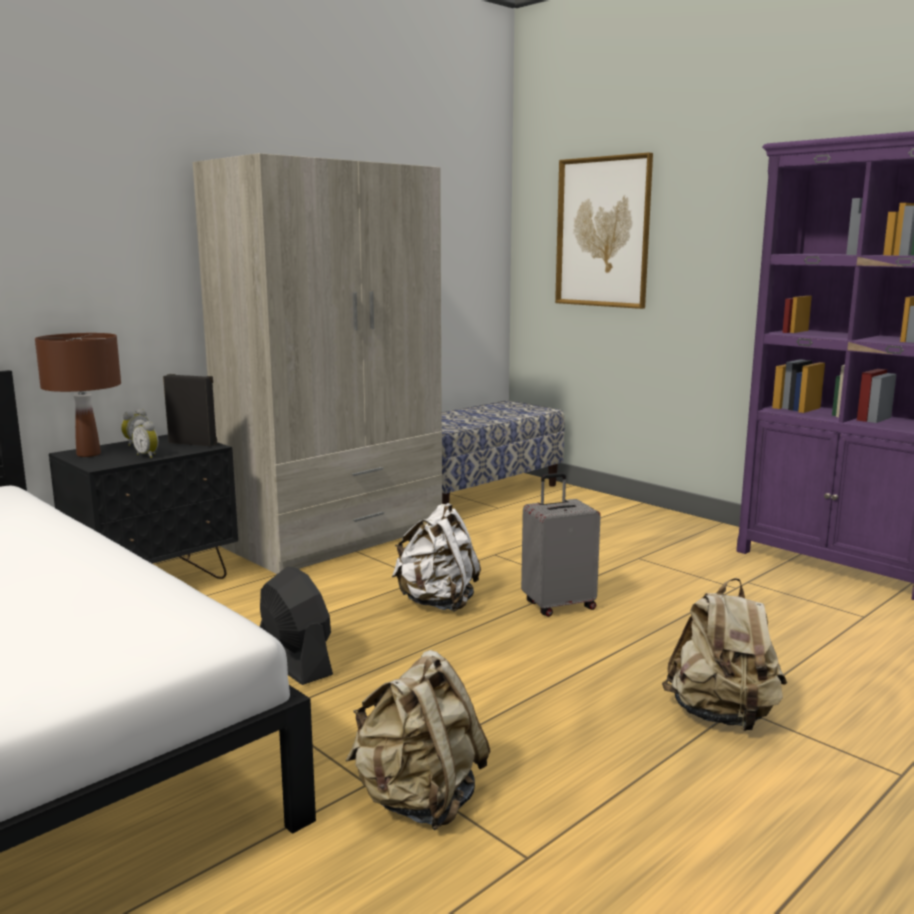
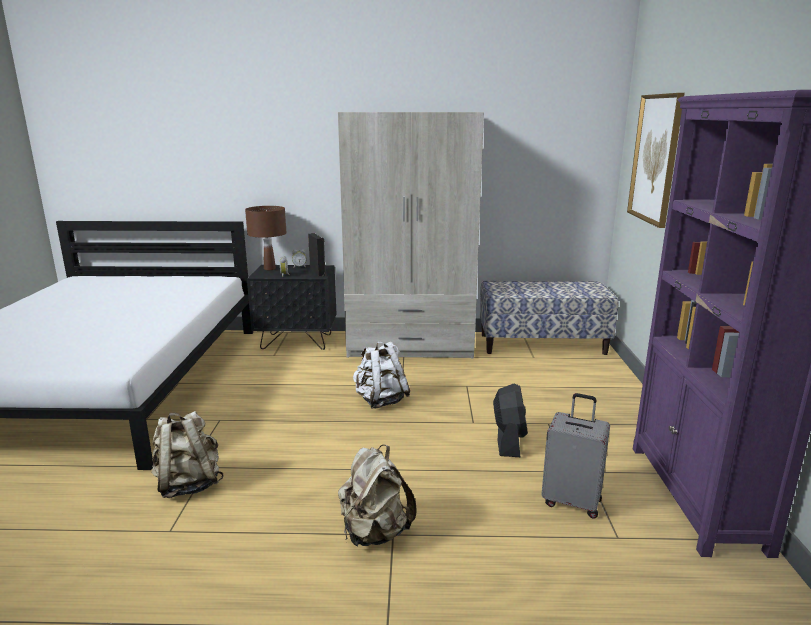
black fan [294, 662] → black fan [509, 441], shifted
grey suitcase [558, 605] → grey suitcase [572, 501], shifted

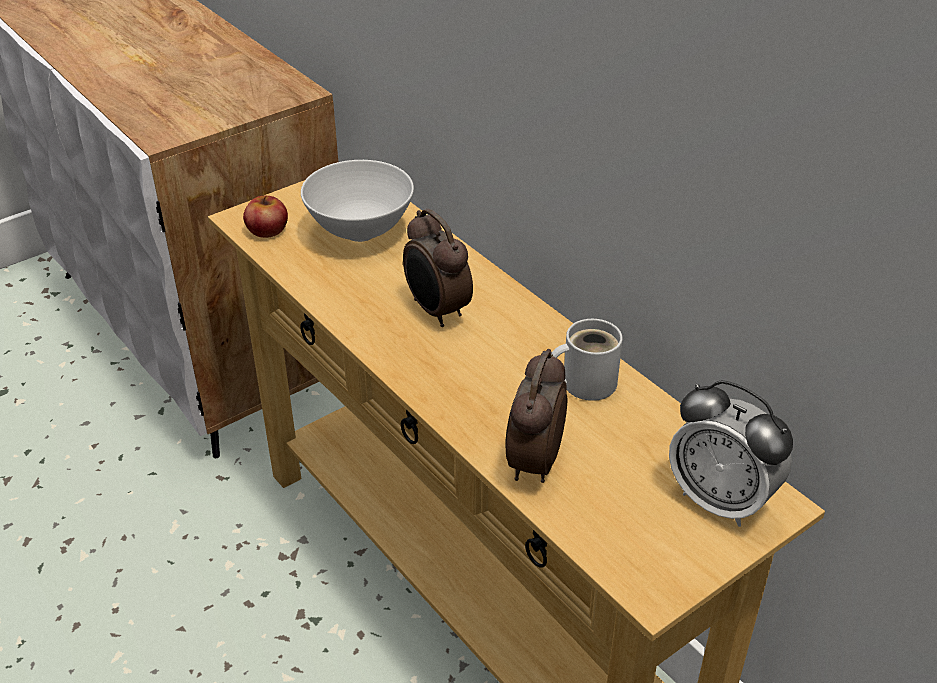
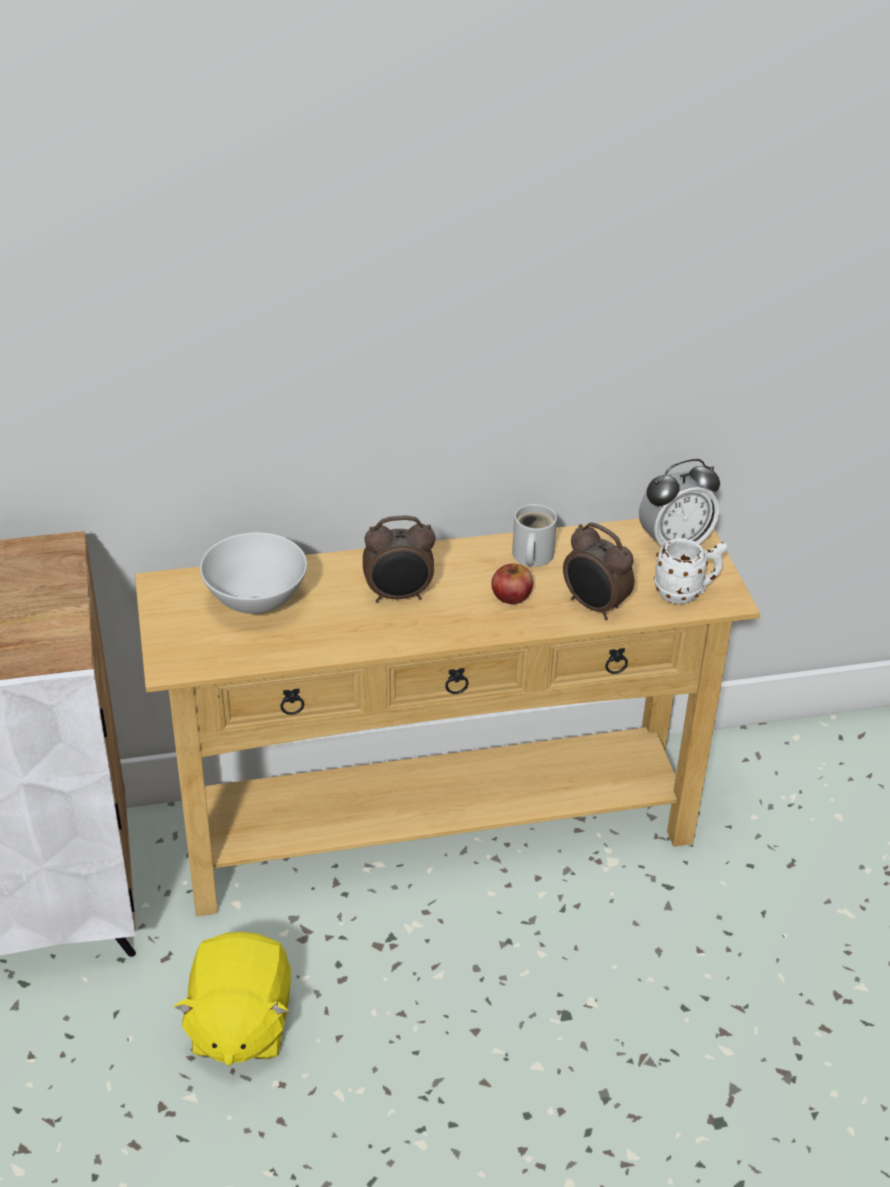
- → yellow plush toy [239, 1025]
- → white mug [686, 592]
apple [267, 229] → apple [511, 595], shifted

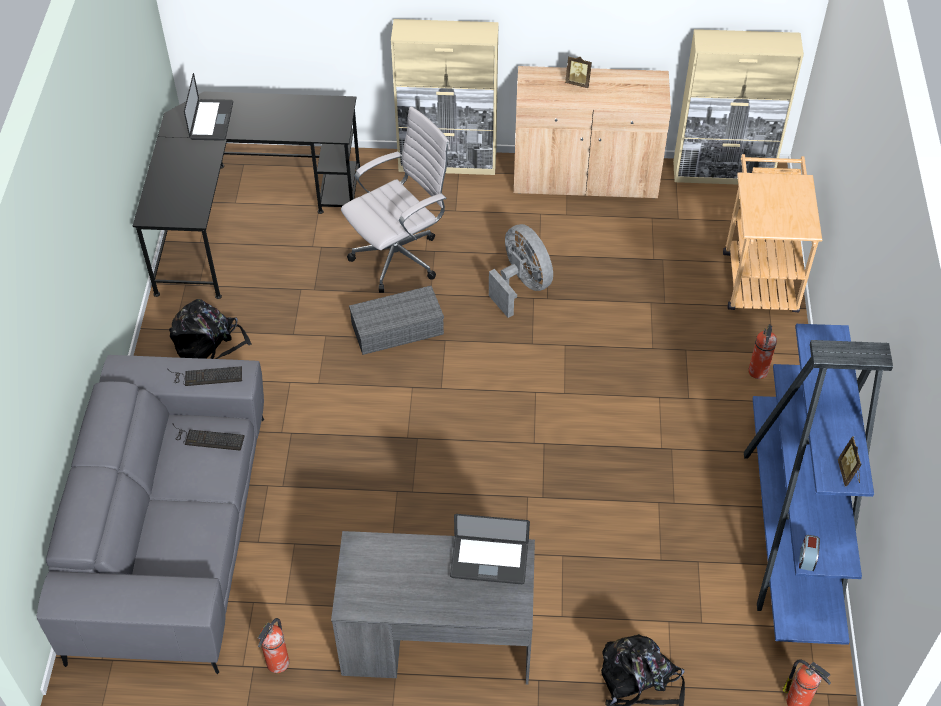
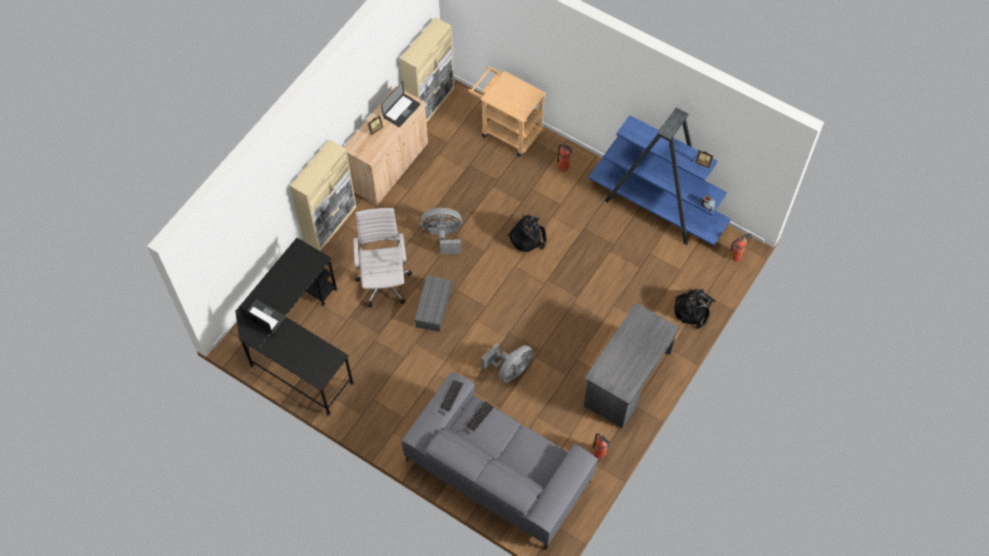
- → grey fan [510, 370]
black backpack [209, 345] → black backpack [527, 236], shifted
laptop [489, 561] → laptop [401, 111], shifted

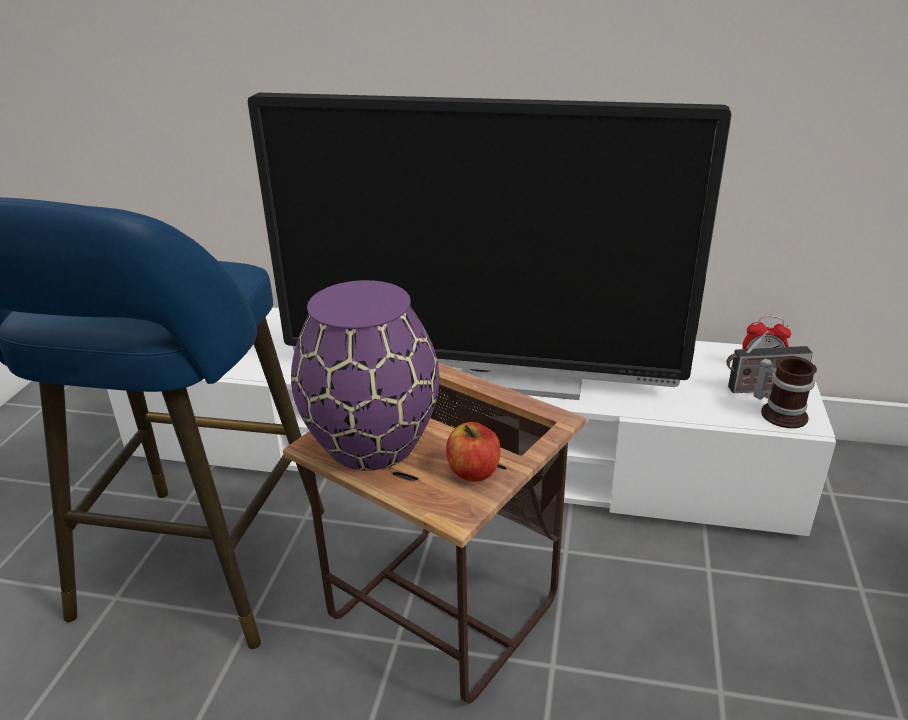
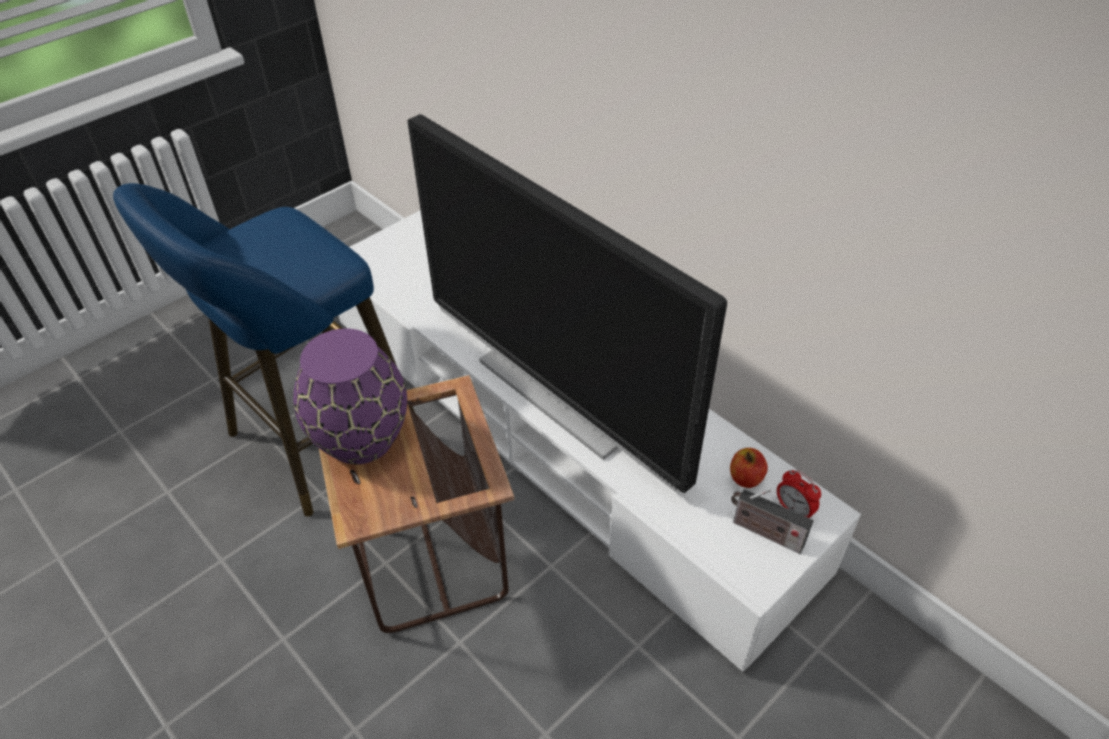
mug [780, 412] → -
apple [473, 471] → apple [746, 478], shifted

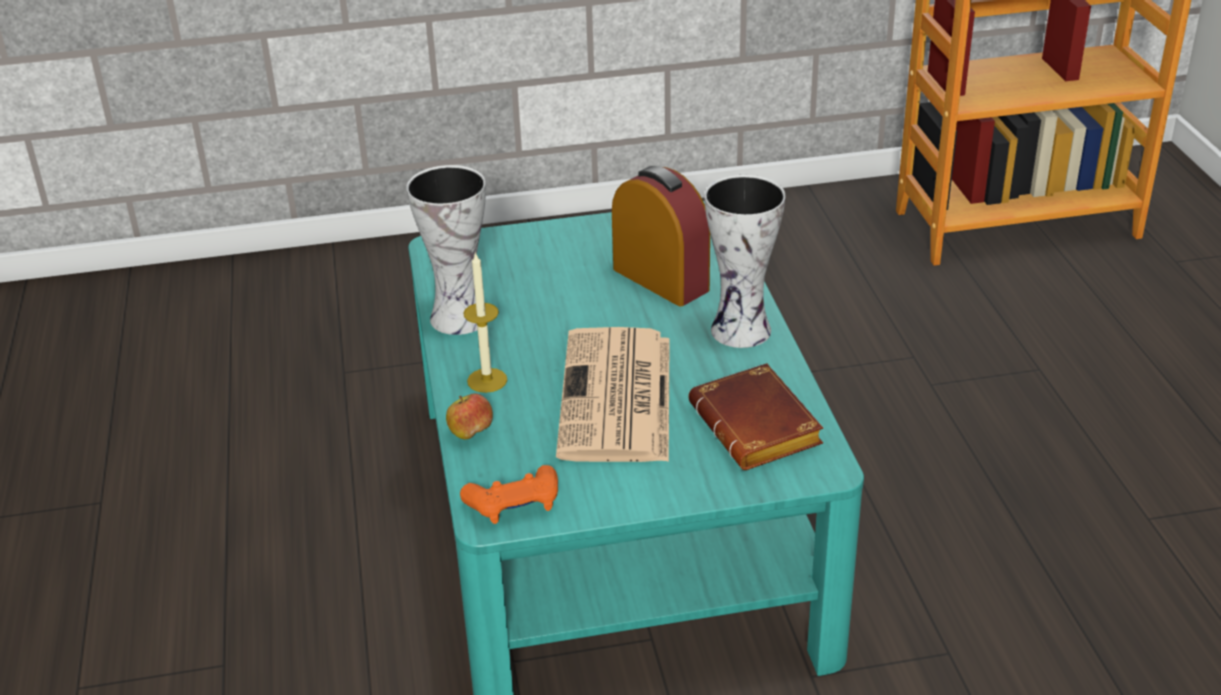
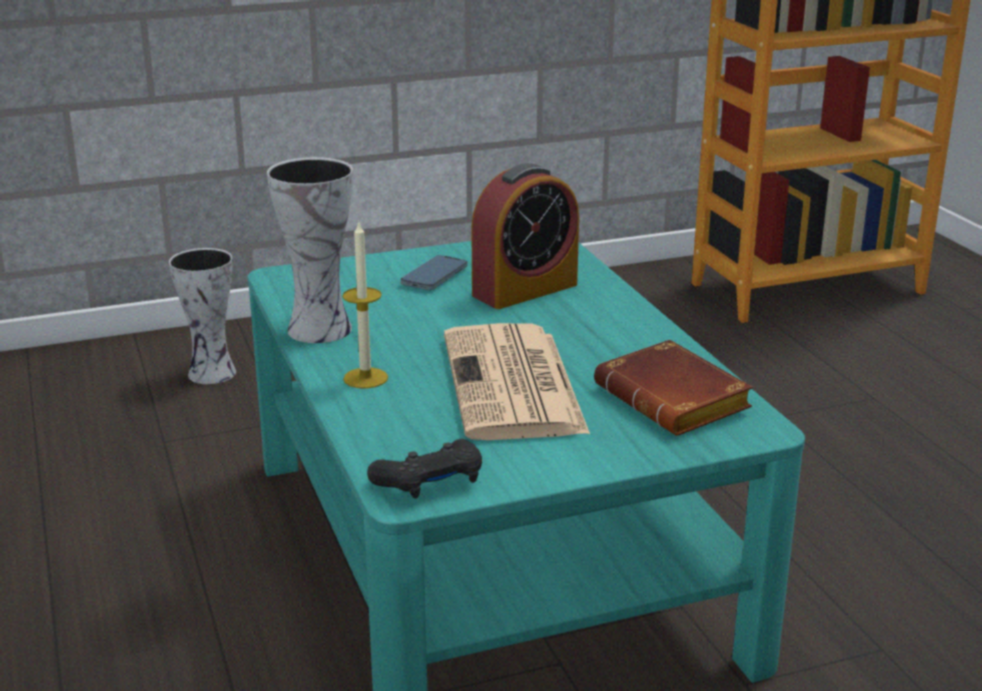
apple [471, 433] → -
- → phone [434, 277]
vase [742, 331] → vase [213, 374], shifted
orange game controller [514, 505] → black game controller [430, 483]
alarm clock [660, 279] → alarm clock [525, 290], 105 degrees clockwise

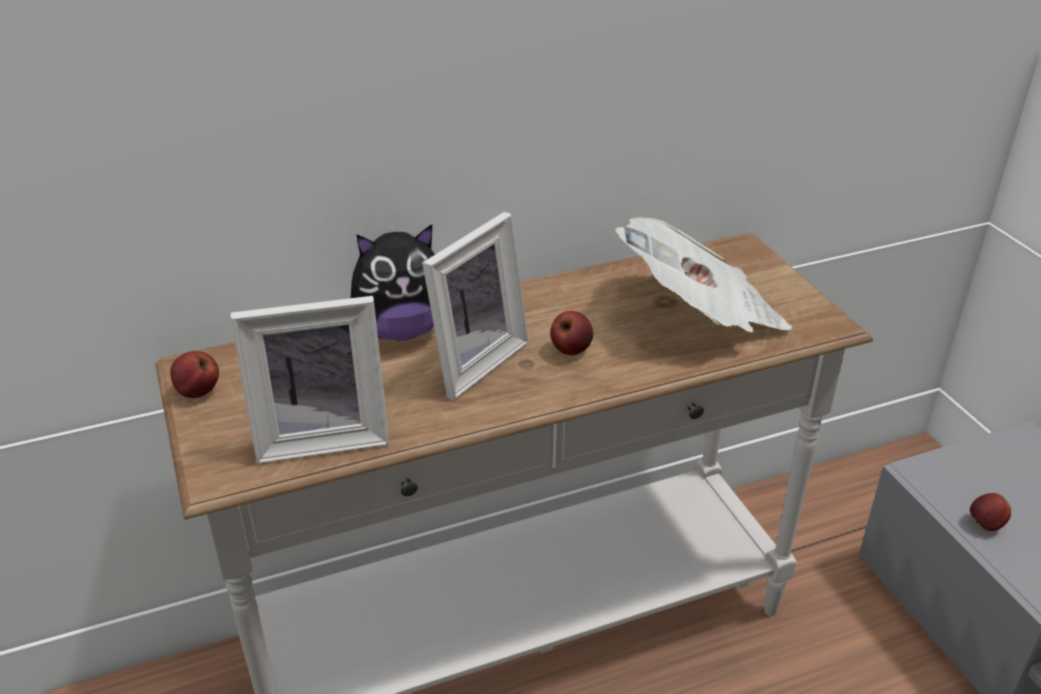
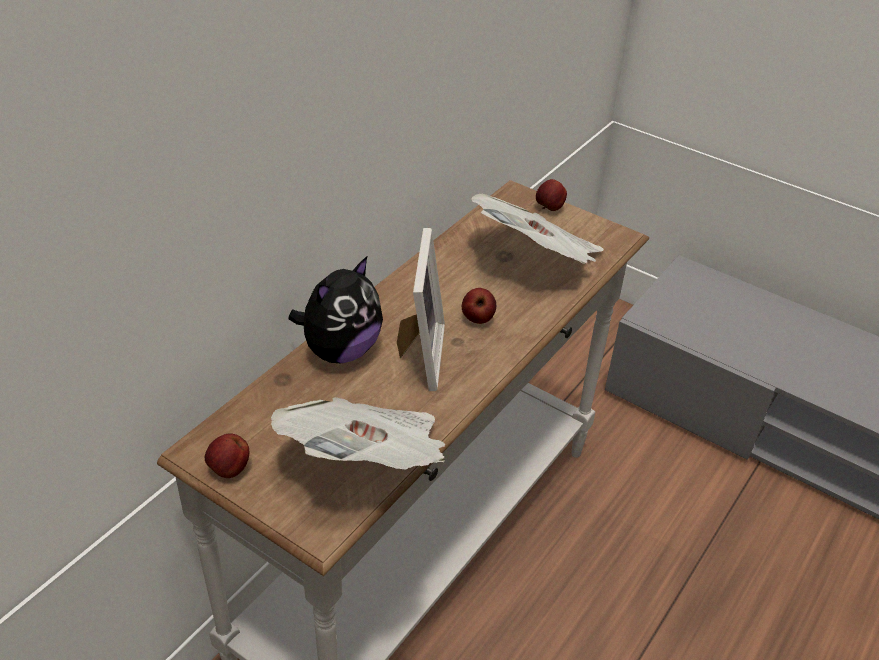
apple [985, 525] → apple [549, 208], shifted
picture frame [322, 436] → newspaper [368, 461]

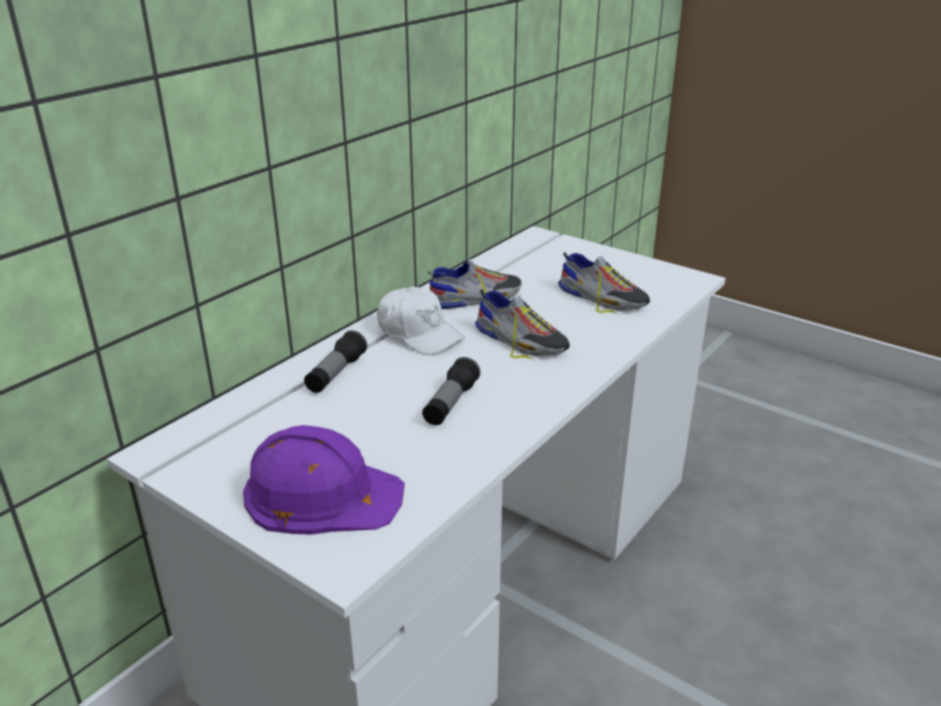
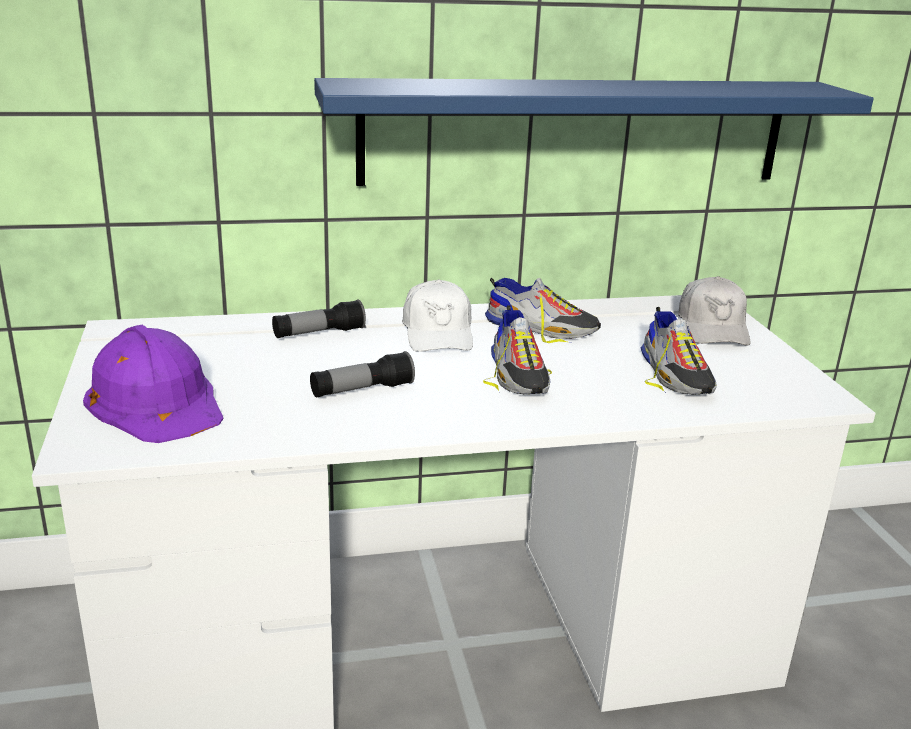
- → blue shelf [576, 131]
- → white cap [713, 328]

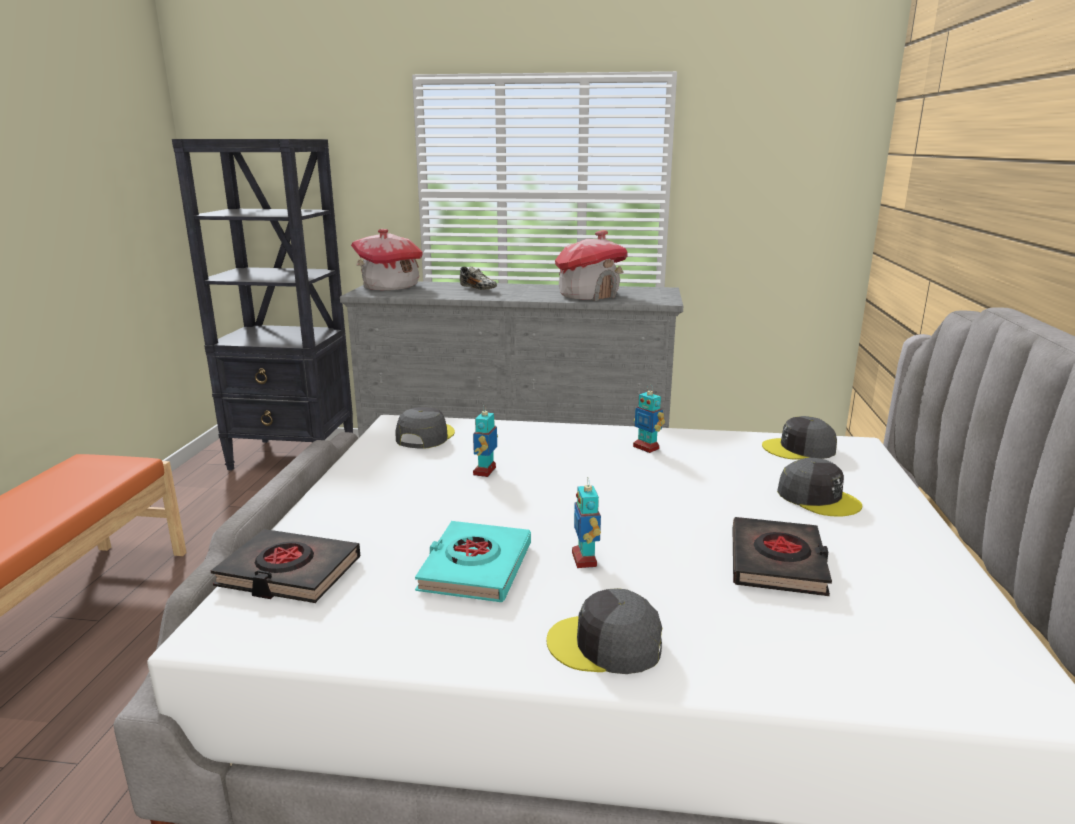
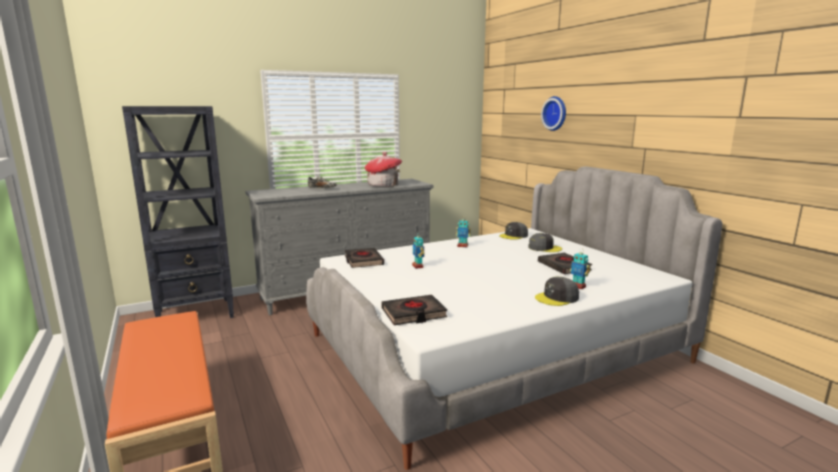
toy house [390, 287] → -
turquoise book [475, 568] → -
- → wall clock [556, 113]
toy robot [585, 559] → toy robot [578, 286], shifted
grey cap [425, 436] → black book [363, 261]

